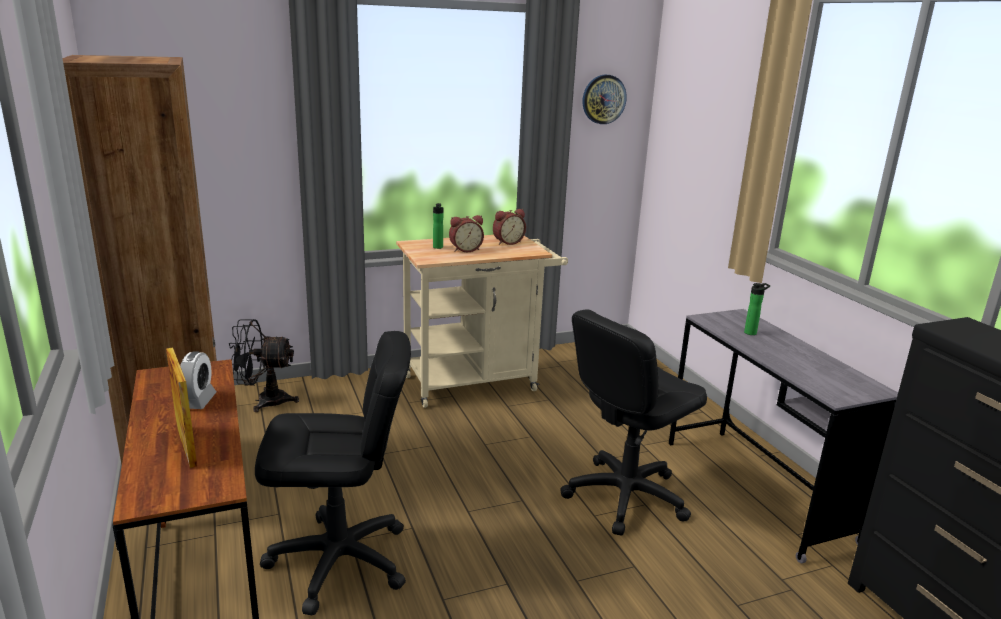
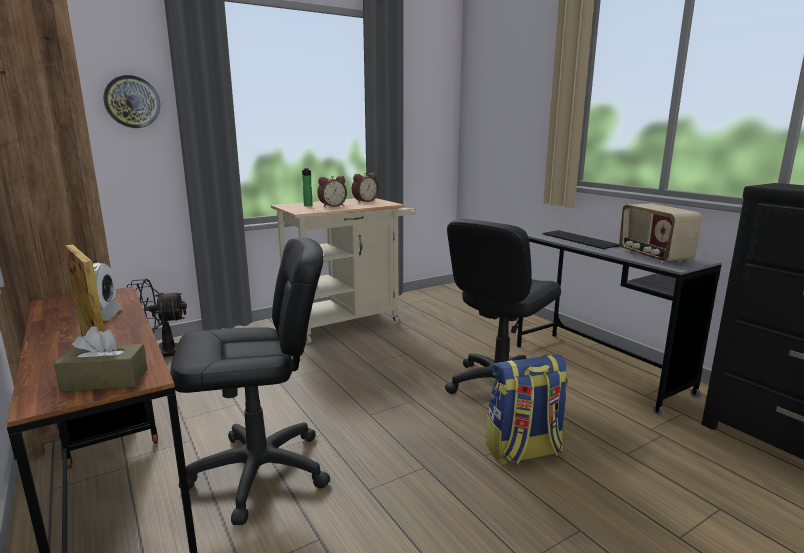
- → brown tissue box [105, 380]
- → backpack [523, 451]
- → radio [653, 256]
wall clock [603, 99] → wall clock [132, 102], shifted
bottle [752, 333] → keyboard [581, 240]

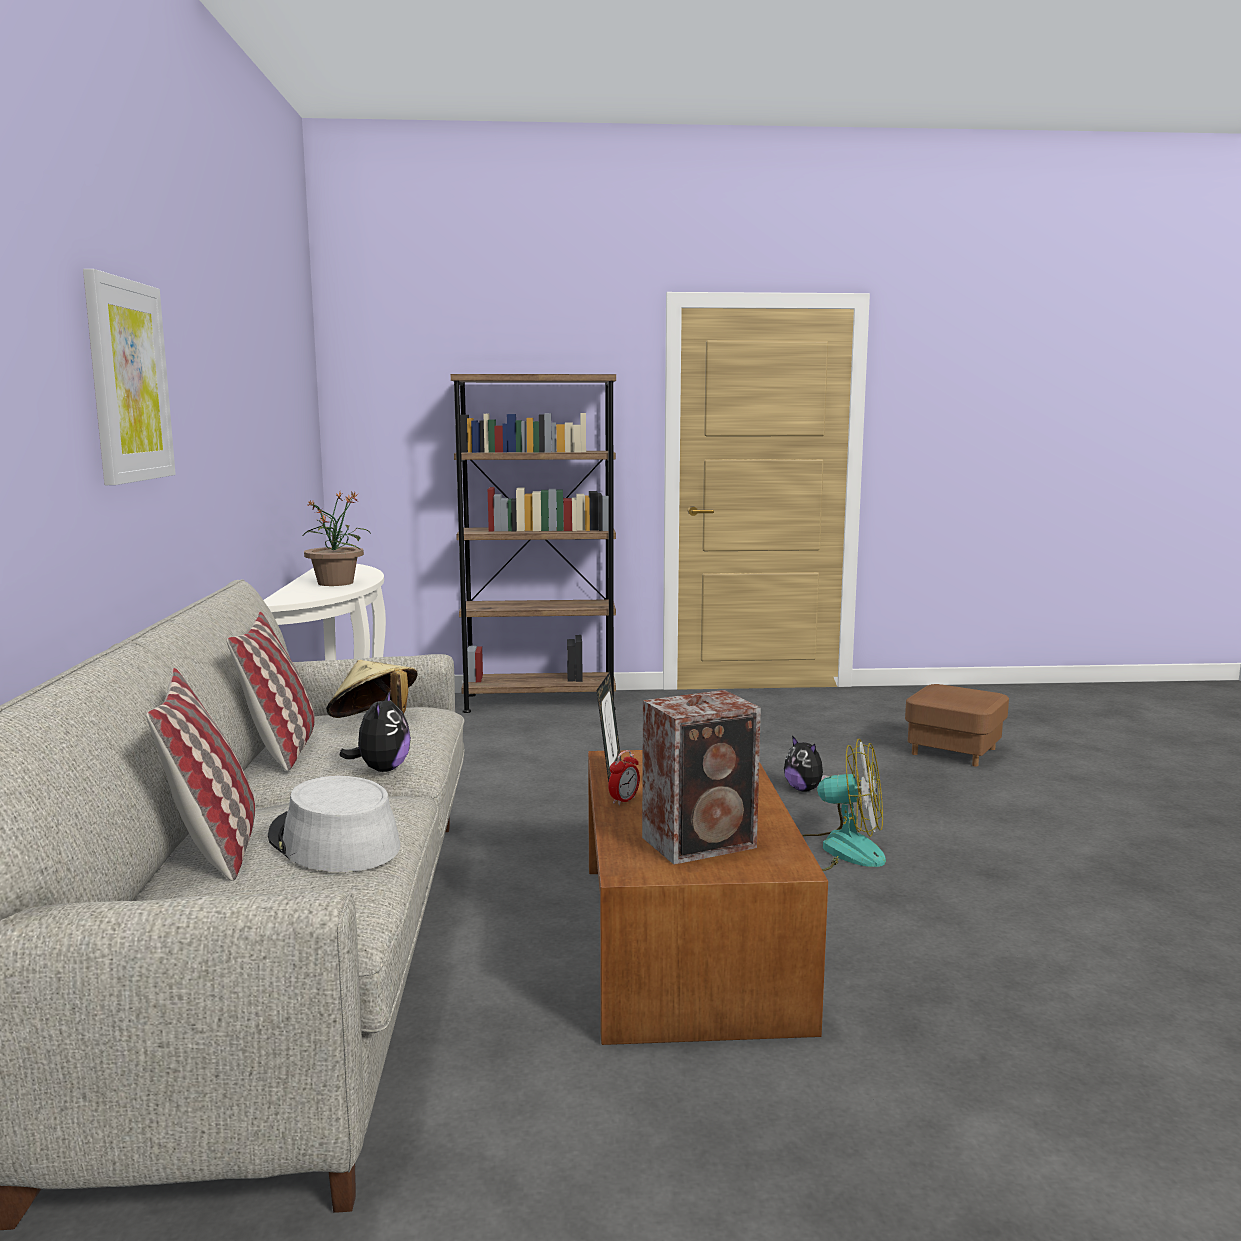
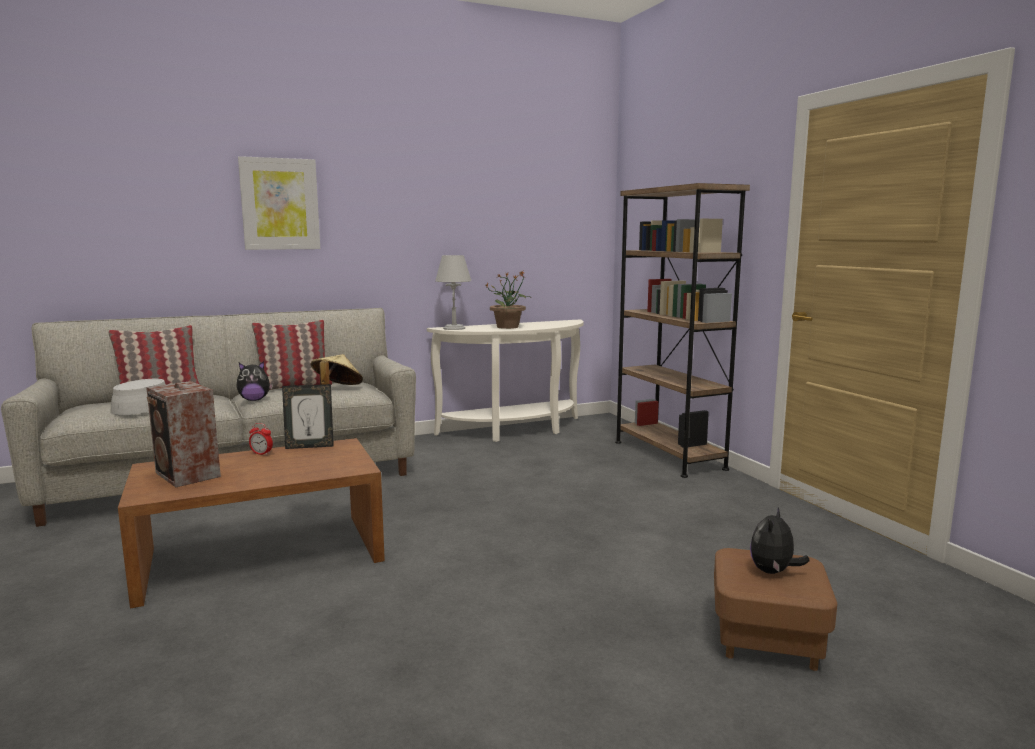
fan [837, 850] → -
- → grey table lamp [454, 328]
plush toy [804, 789] → plush toy [773, 572], shifted

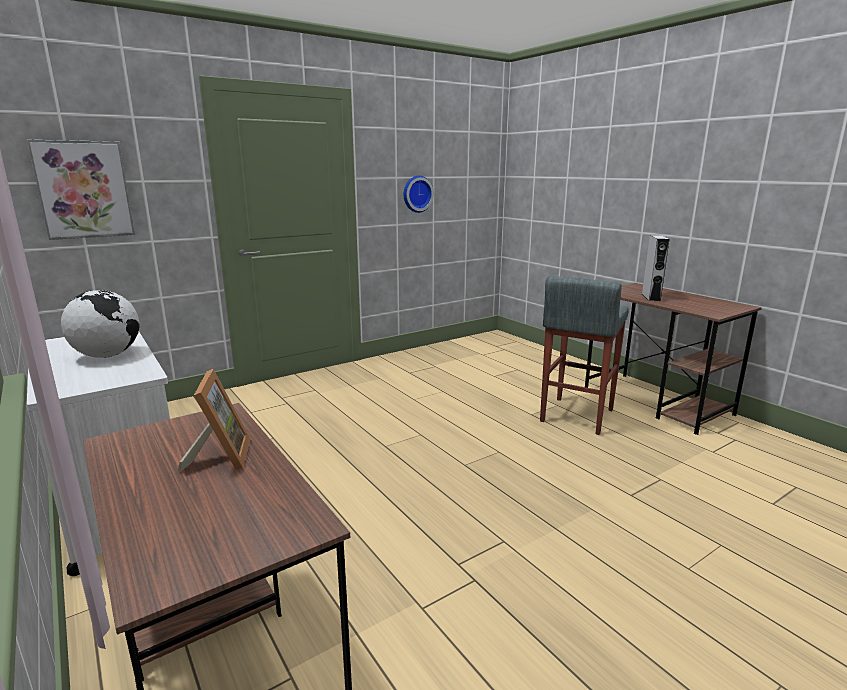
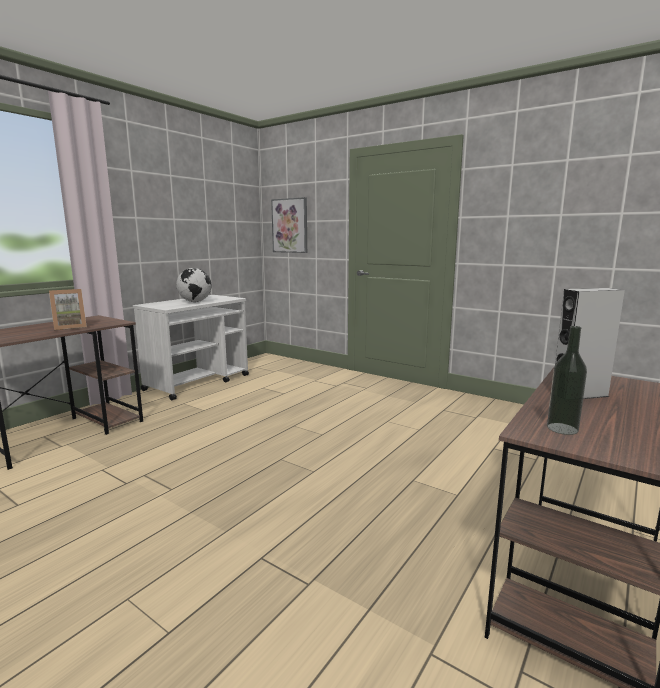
wall clock [416, 194] → -
grey stool [575, 415] → -
- → bottle [562, 428]

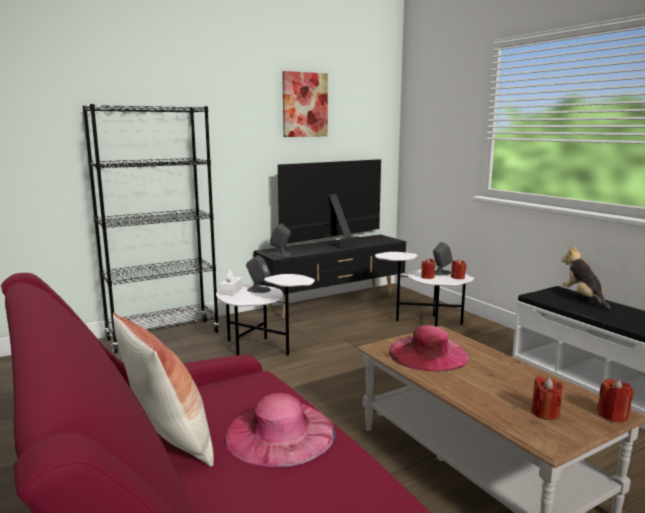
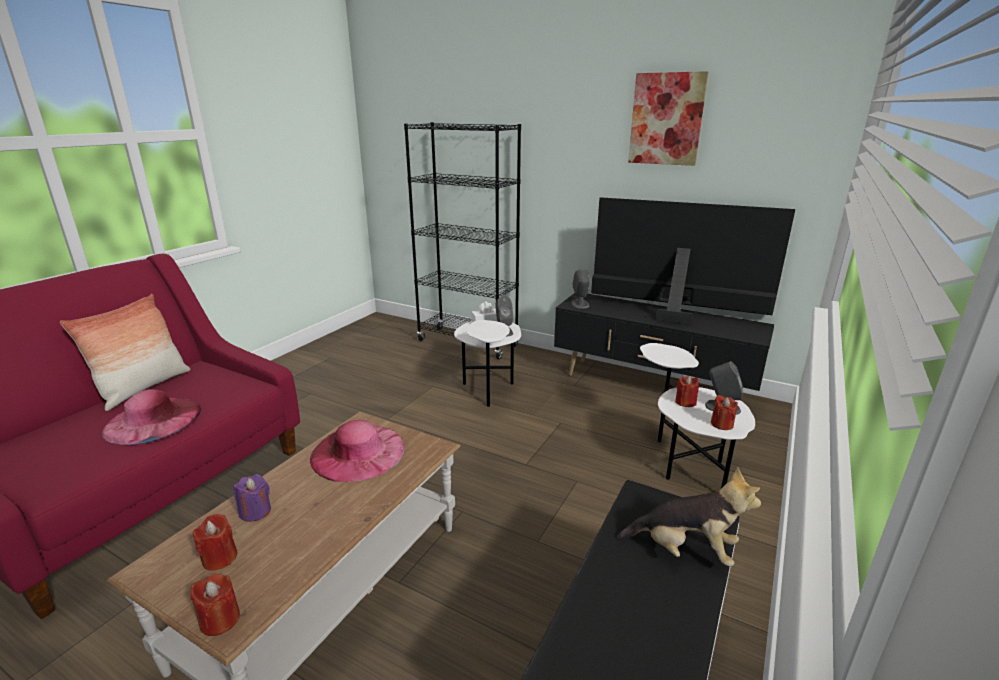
- → purple candle [255, 512]
plush toy [583, 298] → plush toy [685, 550], 60 degrees clockwise

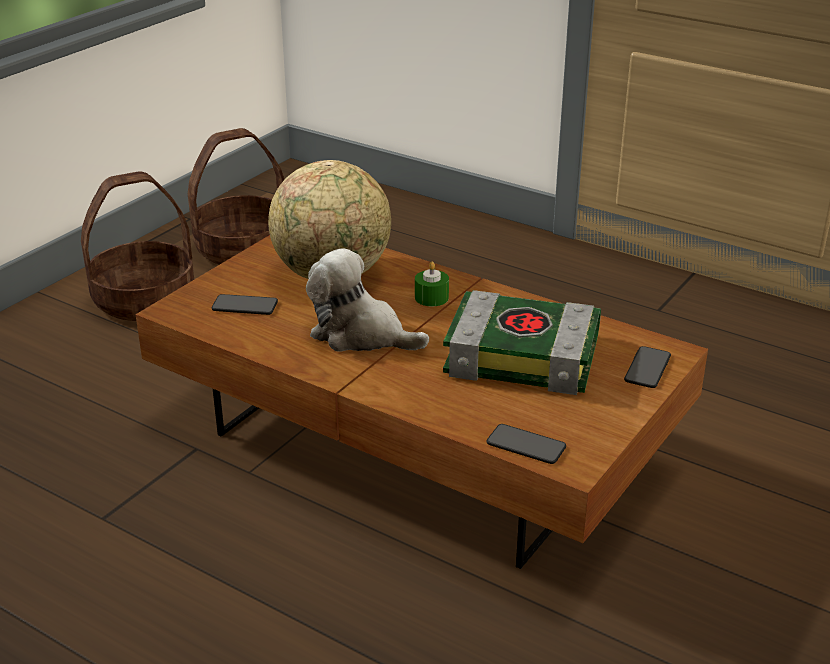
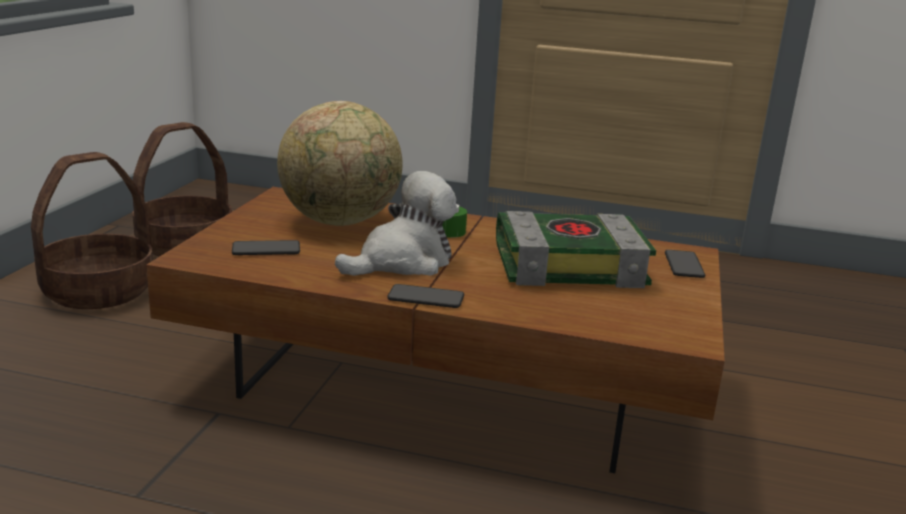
phone [526, 445] → phone [426, 298], shifted
plush toy [361, 335] → plush toy [403, 262], 135 degrees clockwise

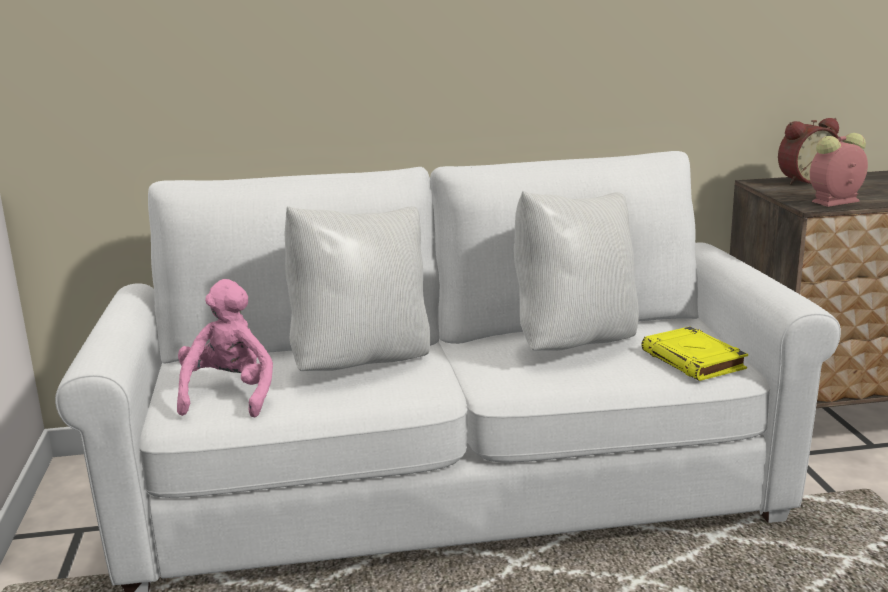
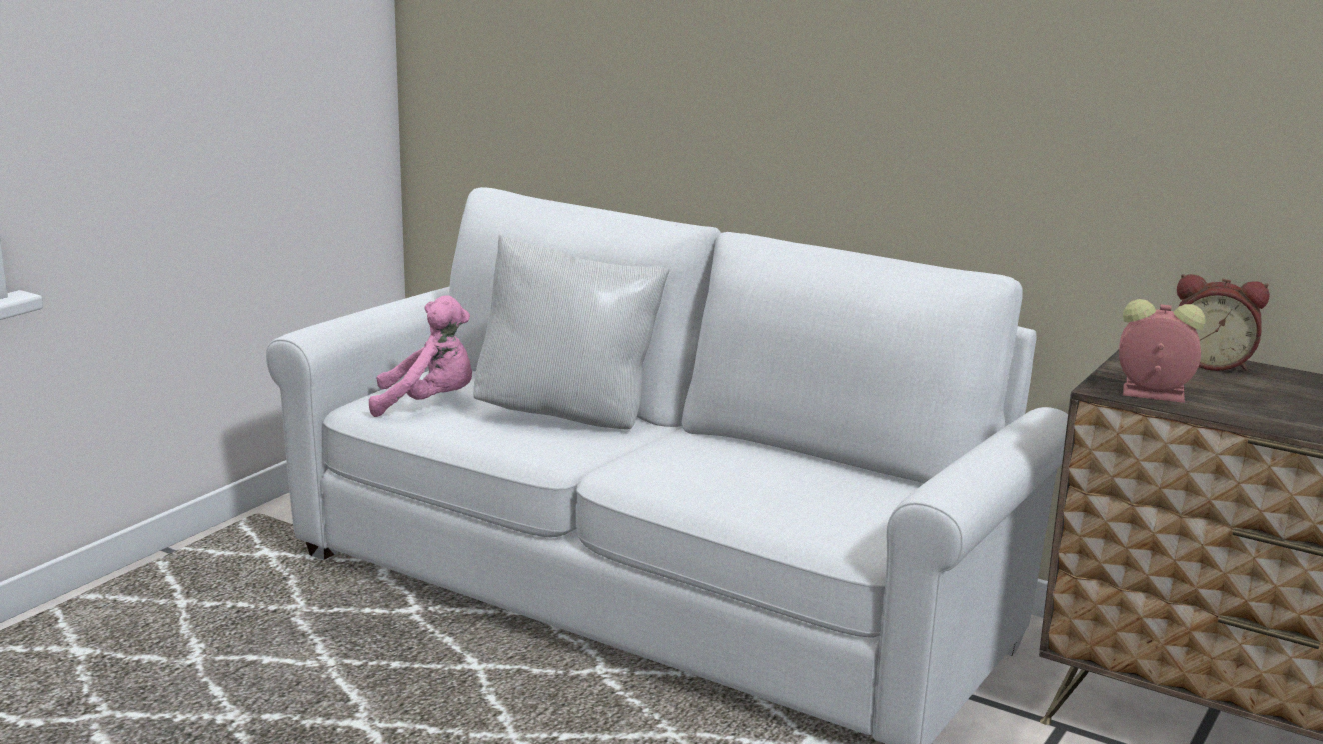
white pillow [574, 343] → -
yellow book [694, 360] → -
pink plush toy [229, 395] → pink plush toy [428, 404], 45 degrees clockwise

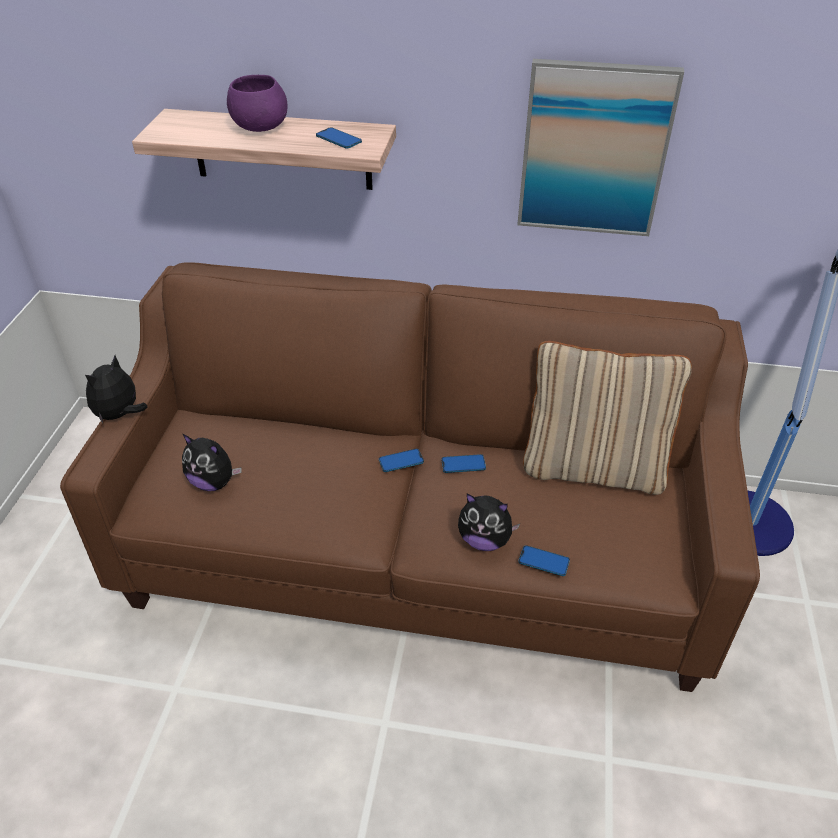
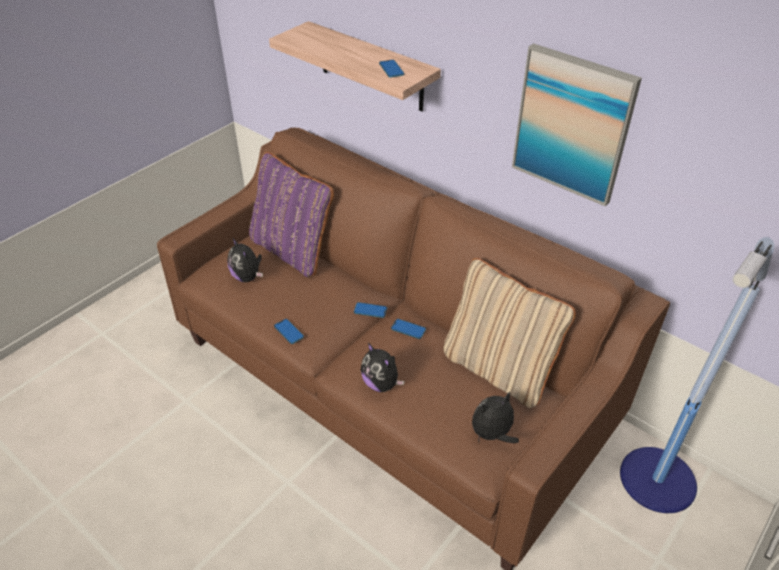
purple bowl [260, 127] → -
- → purple pillow [293, 250]
plush toy [120, 415] → plush toy [492, 435], shifted
phone [544, 561] → phone [289, 332], shifted

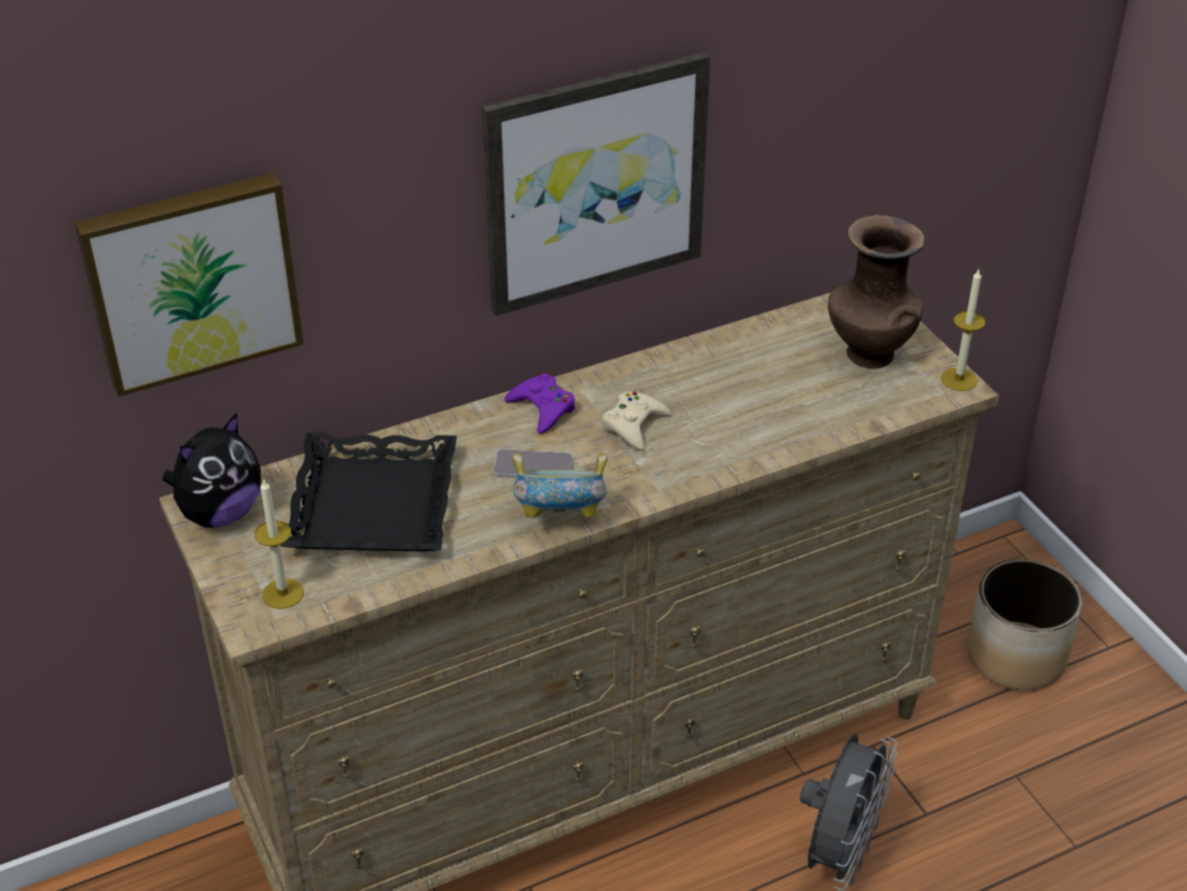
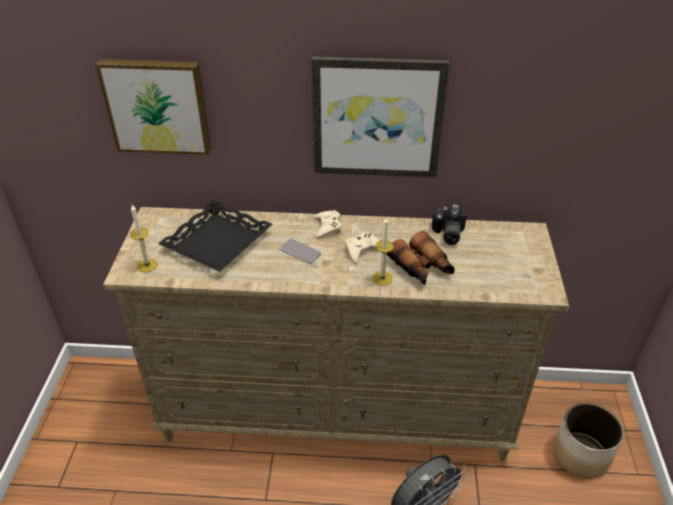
plush toy [220, 513] → -
bowl [561, 518] → -
brown vase [867, 353] → -
- → binoculars [422, 268]
- → photo camera [447, 234]
candle [959, 379] → candle [382, 278], shifted
purple game controller [542, 408] → beige game controller [327, 227]

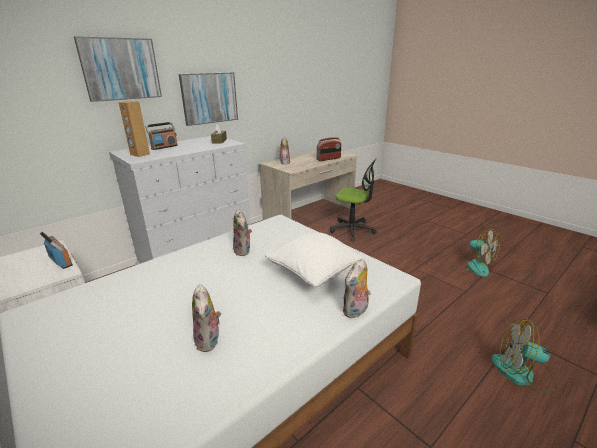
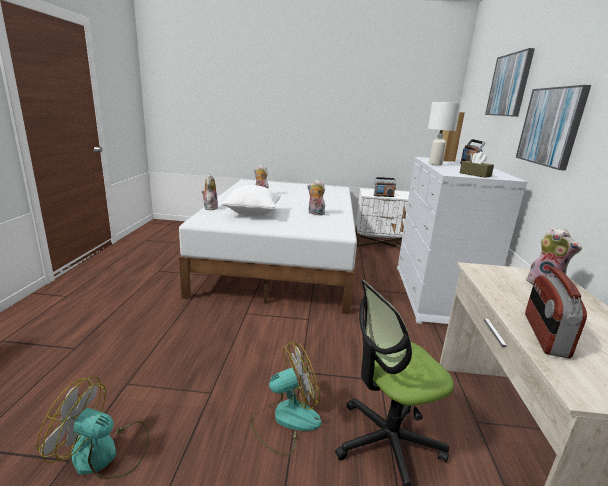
- → white table lamp [435, 164]
fan [522, 373] → fan [286, 420], shifted

